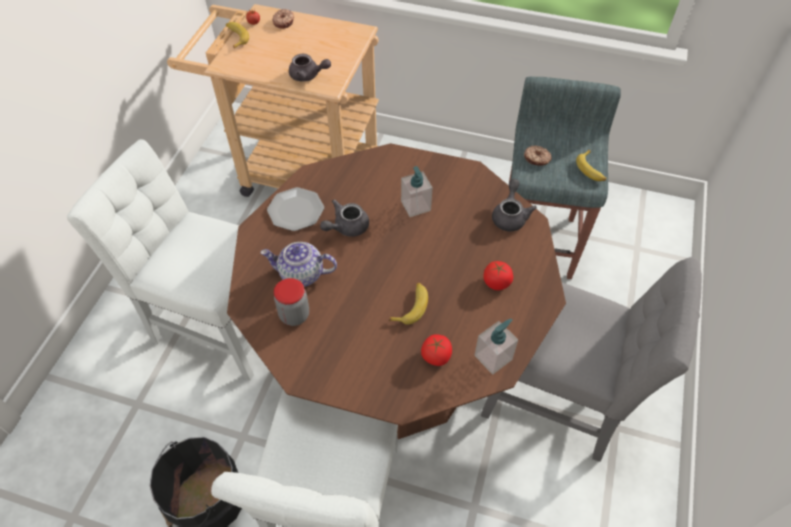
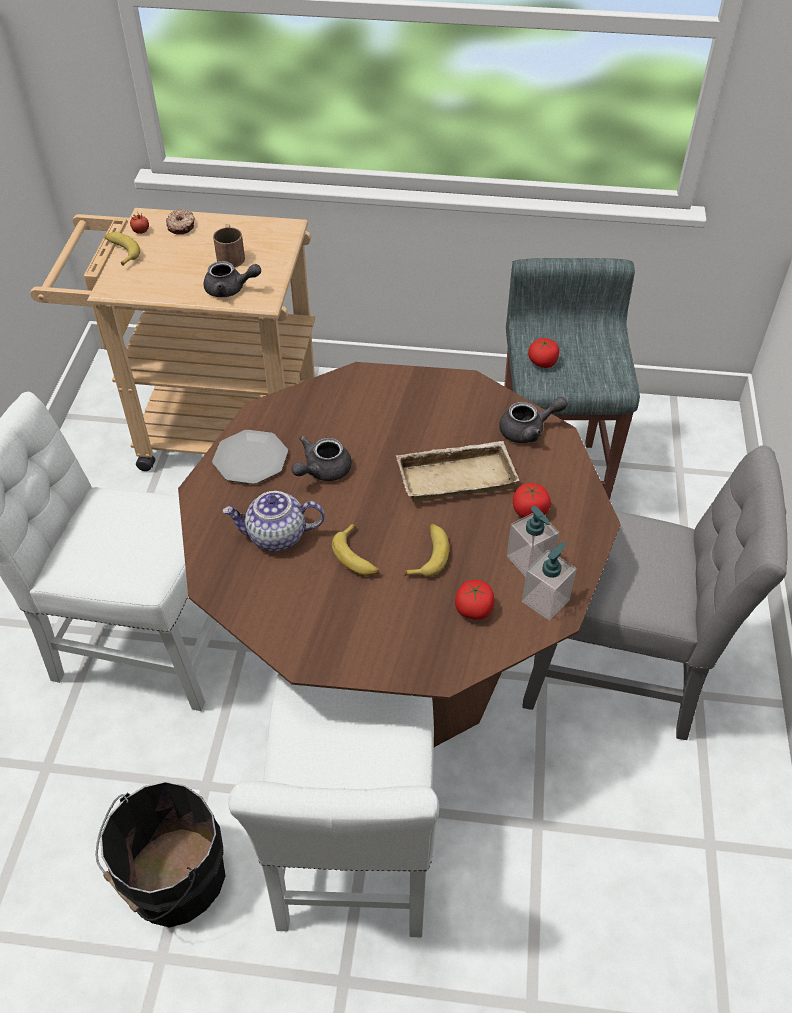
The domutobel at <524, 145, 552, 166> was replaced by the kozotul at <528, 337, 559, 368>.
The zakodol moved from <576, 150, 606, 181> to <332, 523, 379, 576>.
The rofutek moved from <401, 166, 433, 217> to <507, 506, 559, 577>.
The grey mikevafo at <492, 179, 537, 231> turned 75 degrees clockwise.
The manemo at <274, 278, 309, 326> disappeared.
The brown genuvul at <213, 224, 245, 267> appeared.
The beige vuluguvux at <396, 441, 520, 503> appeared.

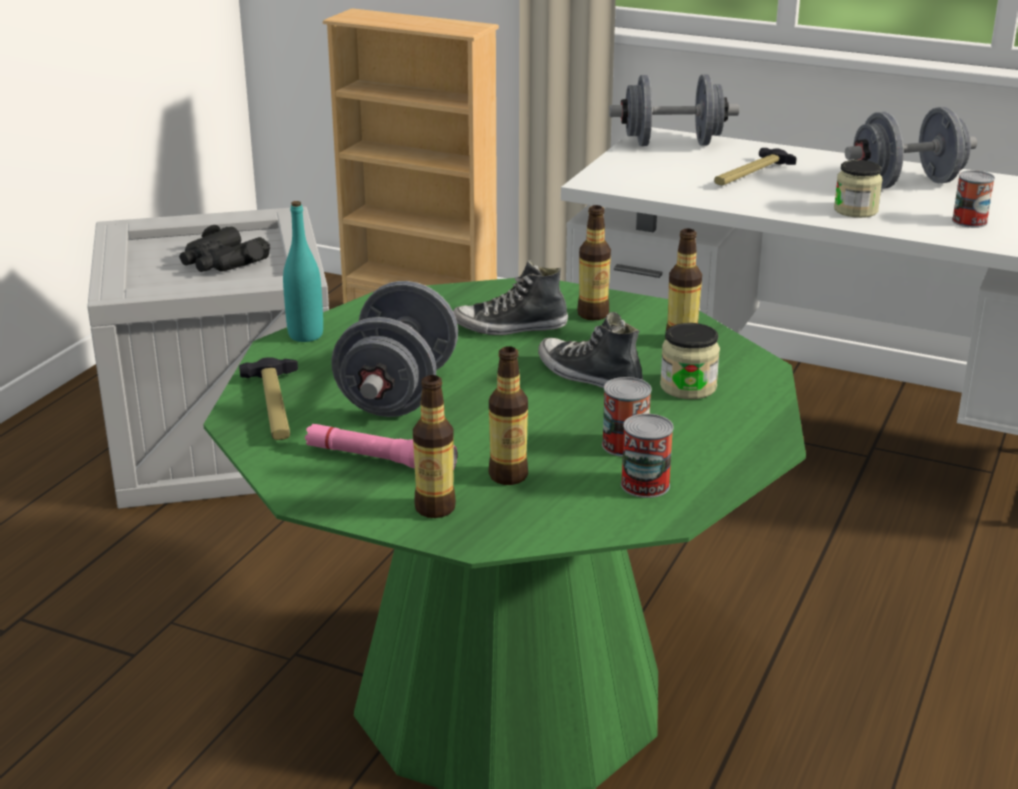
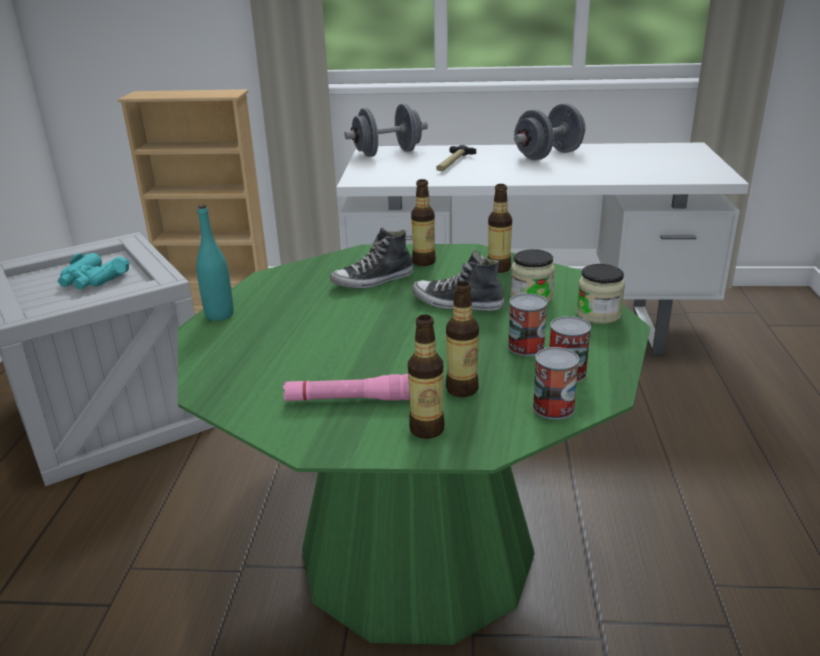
The manemo moved from <834, 160, 882, 218> to <576, 264, 625, 324>.
The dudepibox moved from <952, 170, 995, 228> to <533, 347, 579, 420>.
The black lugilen at <179, 225, 270, 272> became the turquoise lugilen at <58, 253, 129, 290>.
The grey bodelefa at <331, 281, 458, 417> disappeared.
The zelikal at <239, 357, 298, 440> disappeared.

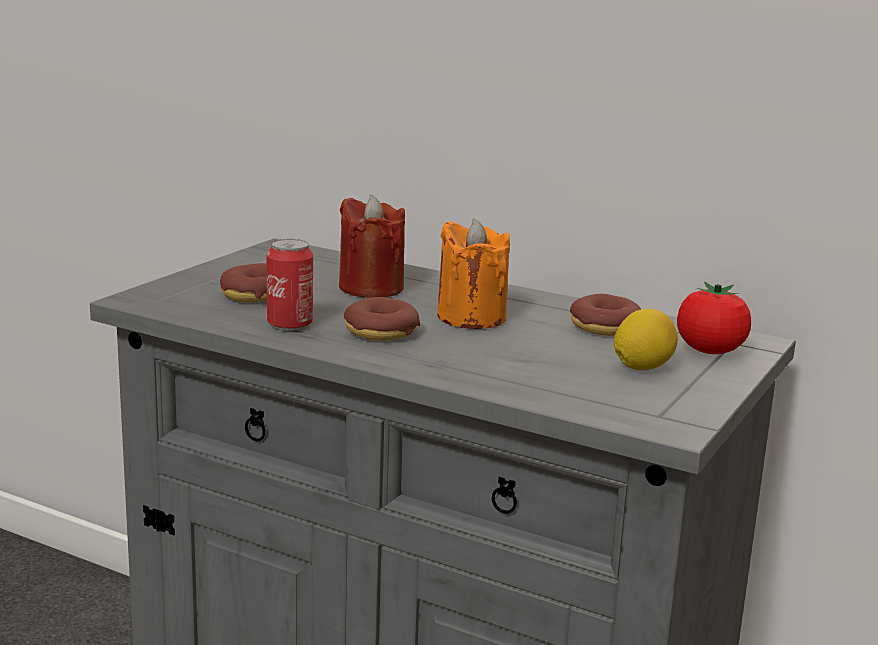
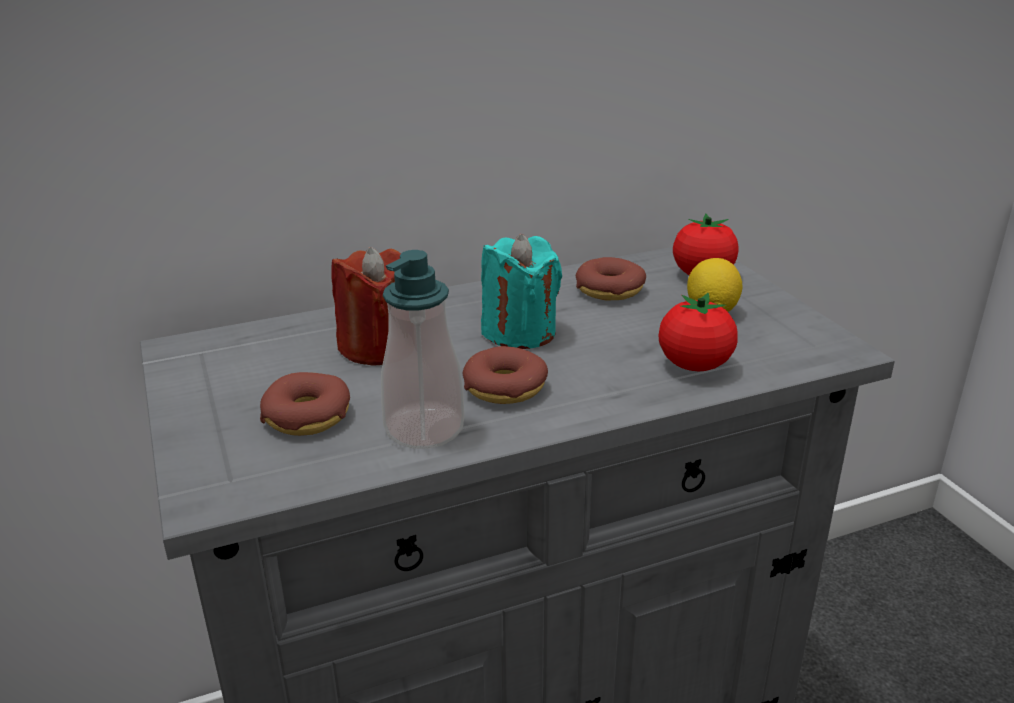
The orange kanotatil at <437, 219, 510, 329> became the turquoise kanotatil at <481, 234, 562, 349>.
The dudepibox at <267, 239, 313, 331> was replaced by the rofutek at <381, 250, 464, 449>.
The kozotul at <659, 293, 738, 371> appeared.

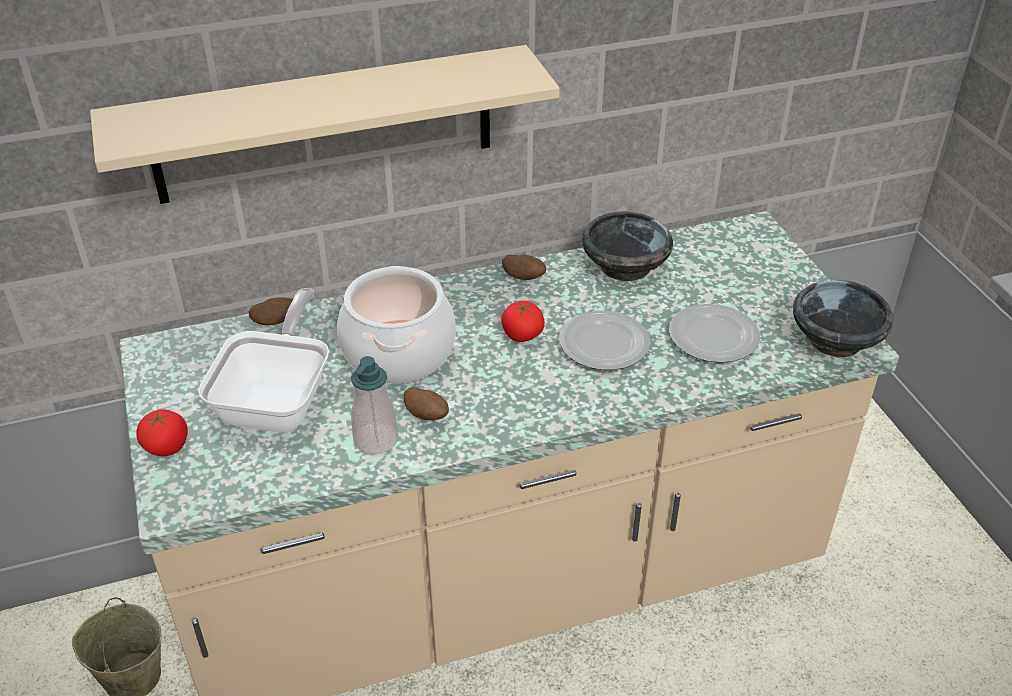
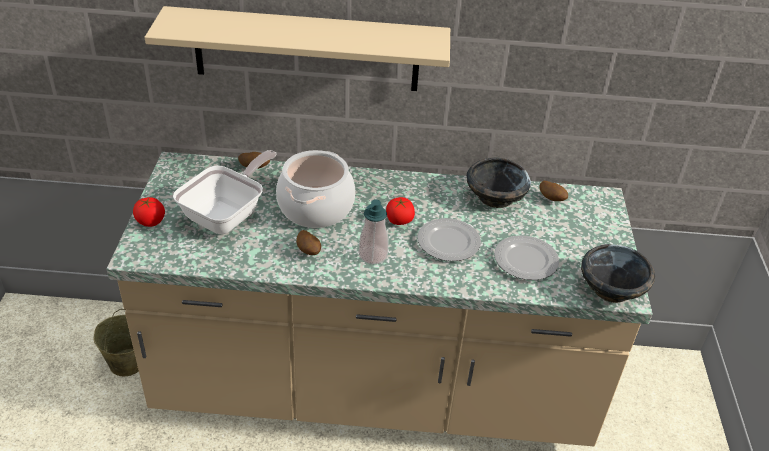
The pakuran moved from <502, 255, 546, 280> to <539, 181, 568, 201>.
The rofutek moved from <351, 356, 398, 454> to <359, 200, 389, 265>.

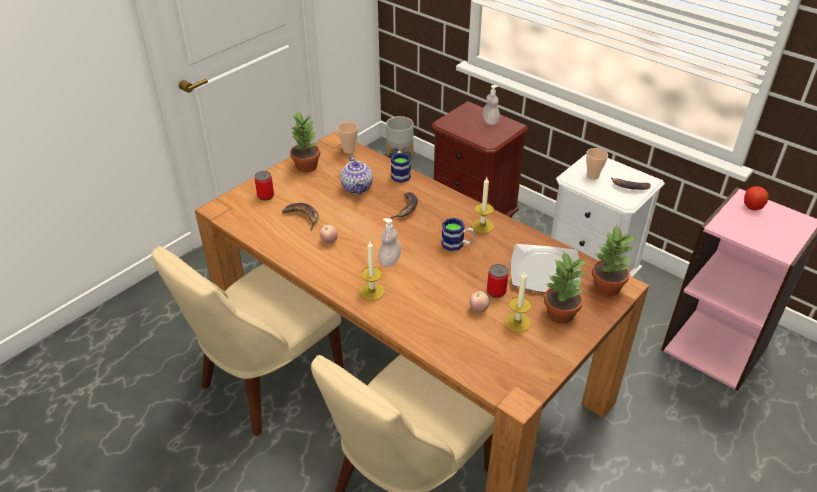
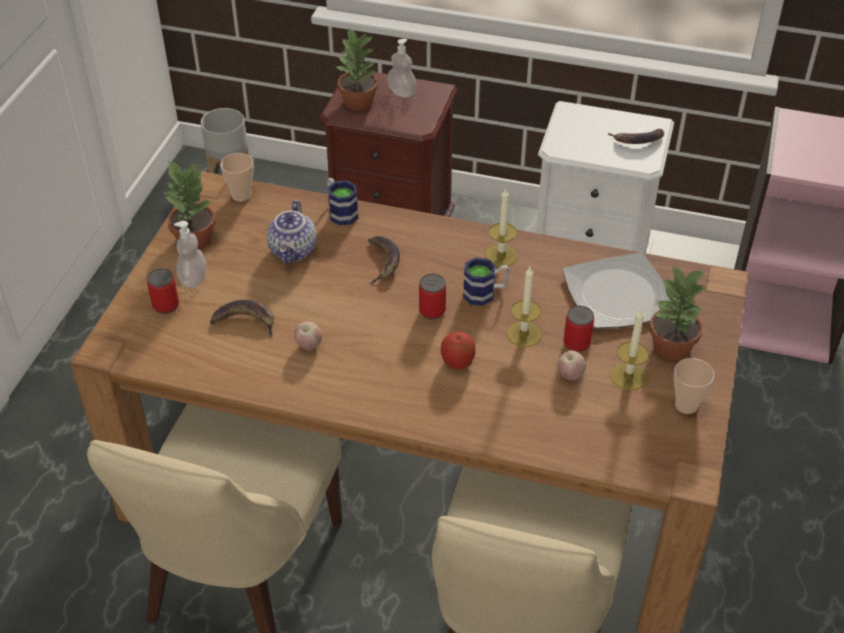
The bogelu moved from <586, 148, 608, 180> to <674, 358, 715, 414>.
The mikevafo at <340, 155, 373, 194> turned 45 degrees clockwise.
The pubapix moved from <744, 186, 769, 210> to <441, 332, 476, 369>.
The rofutek moved from <378, 218, 401, 267> to <174, 221, 206, 287>.
The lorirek moved from <592, 224, 635, 296> to <337, 28, 378, 111>.
The kanotatil moved from <360, 241, 385, 301> to <507, 267, 542, 347>.
The dudepibox at <419, 274, 446, 320> appeared.

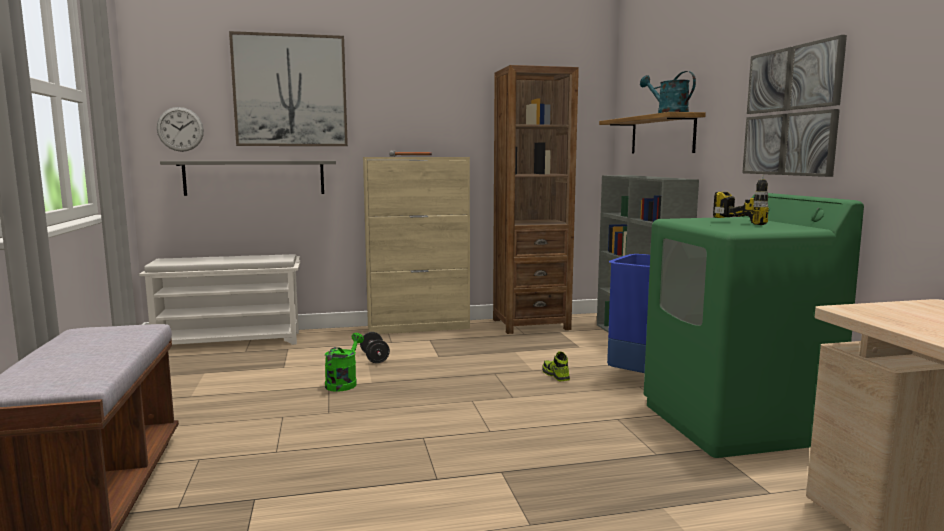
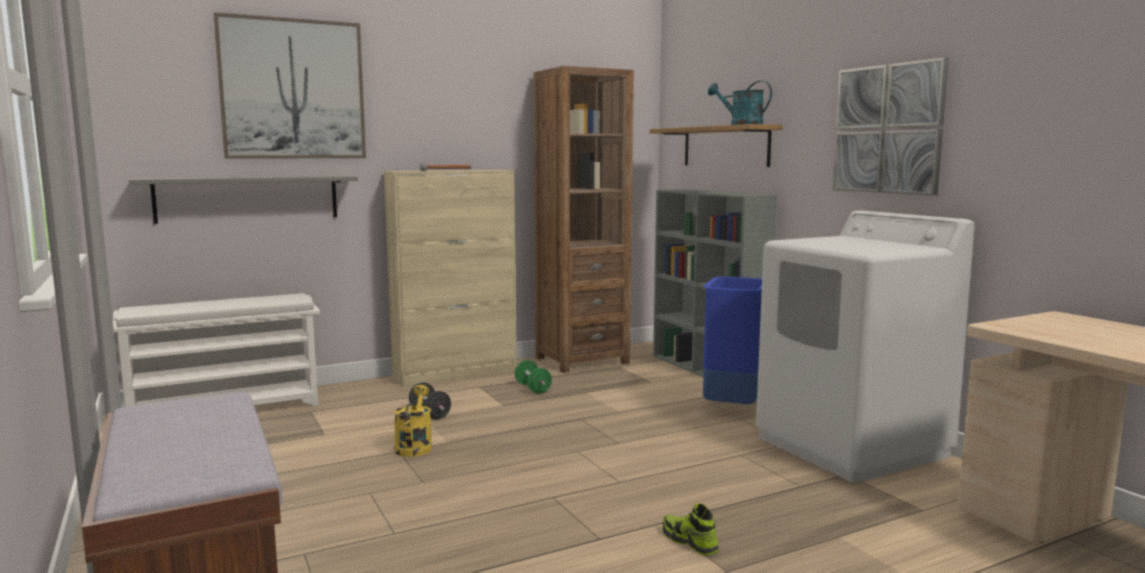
The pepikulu at <157, 107, 204, 152> disappeared.
The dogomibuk at <713, 175, 770, 225> disappeared.
The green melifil at <644, 193, 864, 458> became the white melifil at <756, 211, 974, 483>.
The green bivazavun at <325, 333, 364, 392> became the yellow bivazavun at <394, 385, 432, 457>.
The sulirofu moved from <542, 351, 570, 381> to <663, 503, 719, 555>.
The green bodelefa at <515, 360, 552, 394> appeared.

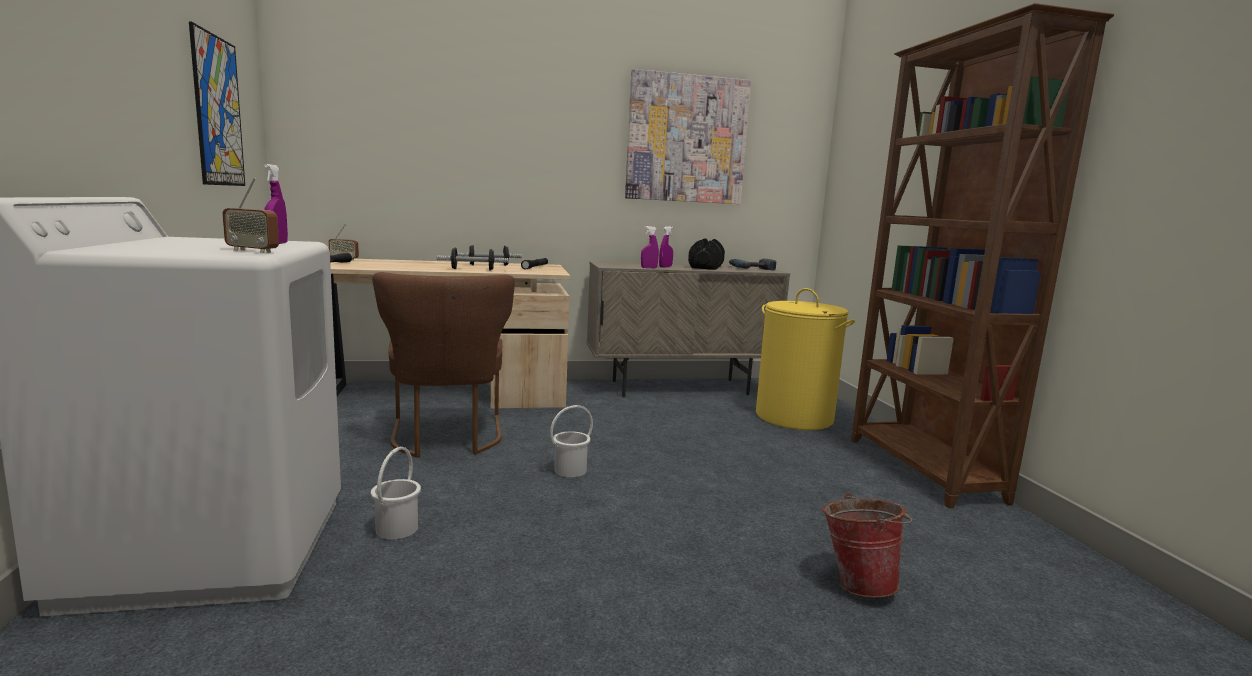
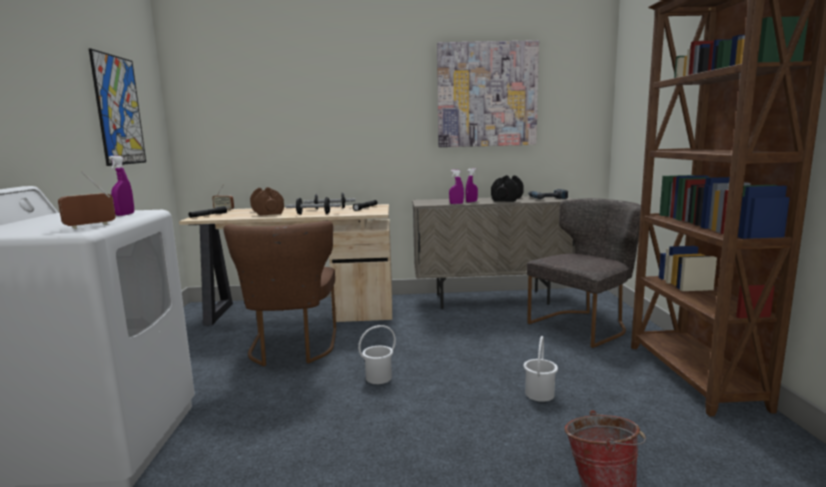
The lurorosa at <222, 178, 279, 253> turned 105 degrees clockwise.
The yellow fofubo at <756, 288, 855, 430> was replaced by the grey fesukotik at <527, 198, 641, 348>.
The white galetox moved from <371, 447, 421, 540> to <523, 336, 558, 402>.
The brown bodelefa at <250, 187, 284, 216> appeared.

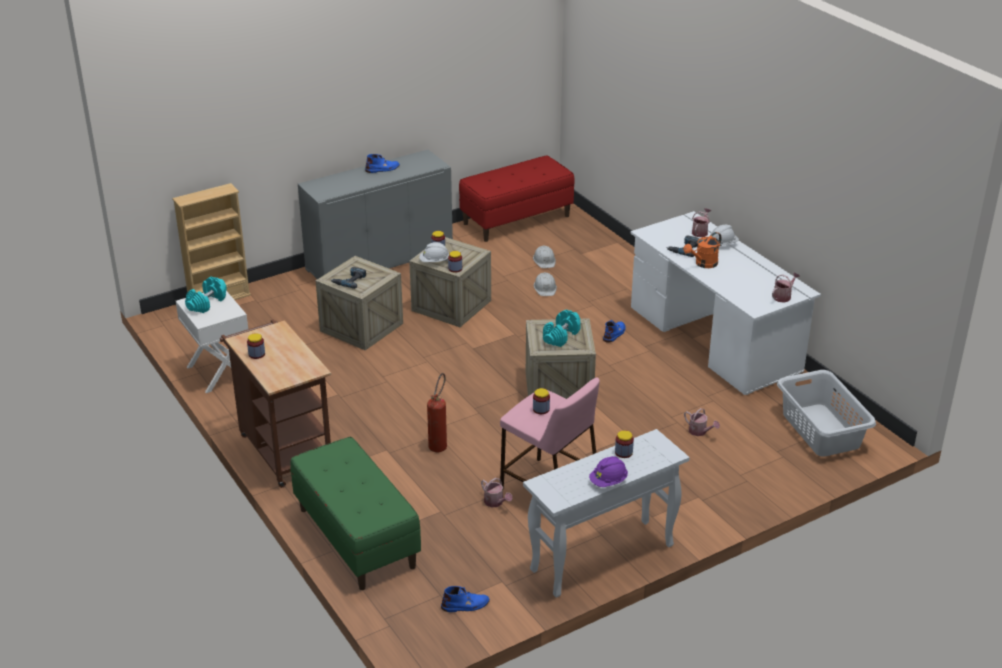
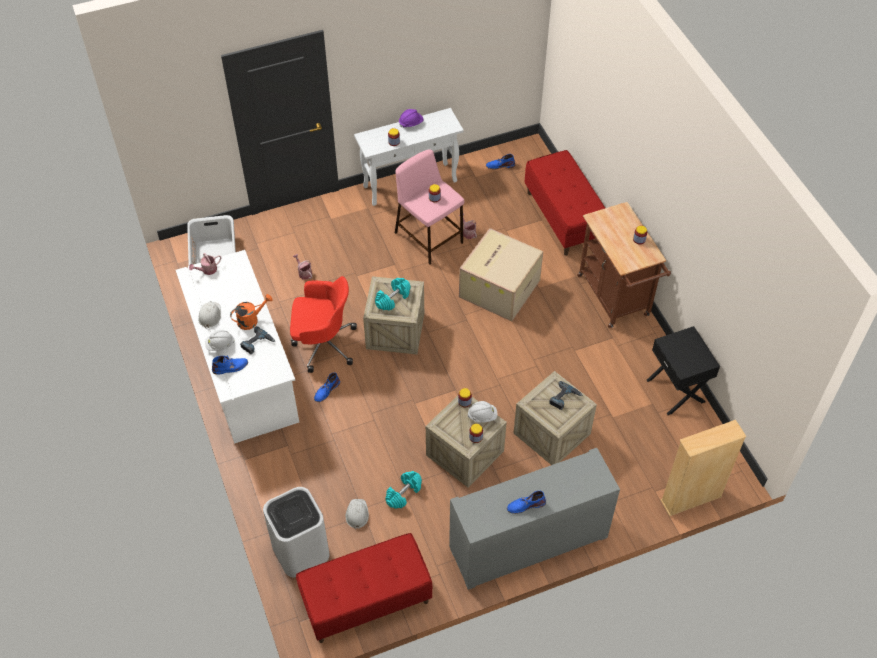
The bivazavun at <692, 208, 711, 237> was replaced by the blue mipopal at <212, 355, 248, 375>.
The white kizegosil moved from <534, 272, 557, 296> to <198, 301, 221, 328>.
The turquoise bodelefa moved from <185, 277, 227, 313> to <385, 471, 422, 509>.
The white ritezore at <176, 291, 248, 393> became the black ritezore at <647, 326, 720, 415>.
The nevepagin at <427, 373, 447, 452> was replaced by the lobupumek at <459, 228, 543, 321>.
The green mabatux at <291, 437, 421, 590> became the red mabatux at <525, 150, 605, 256>.
The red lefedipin at <290, 276, 357, 373> appeared.
The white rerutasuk at <263, 487, 330, 578> appeared.

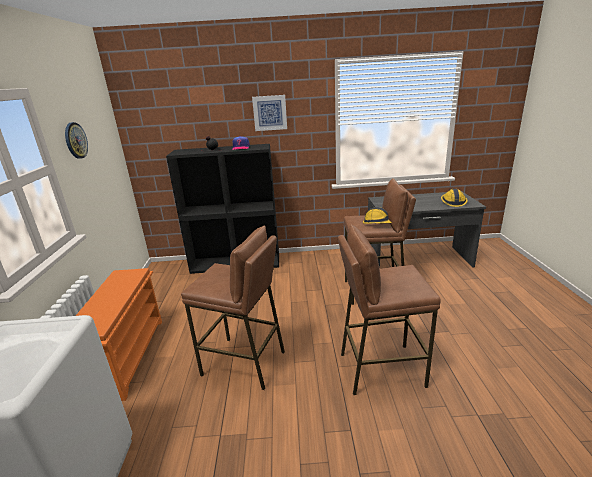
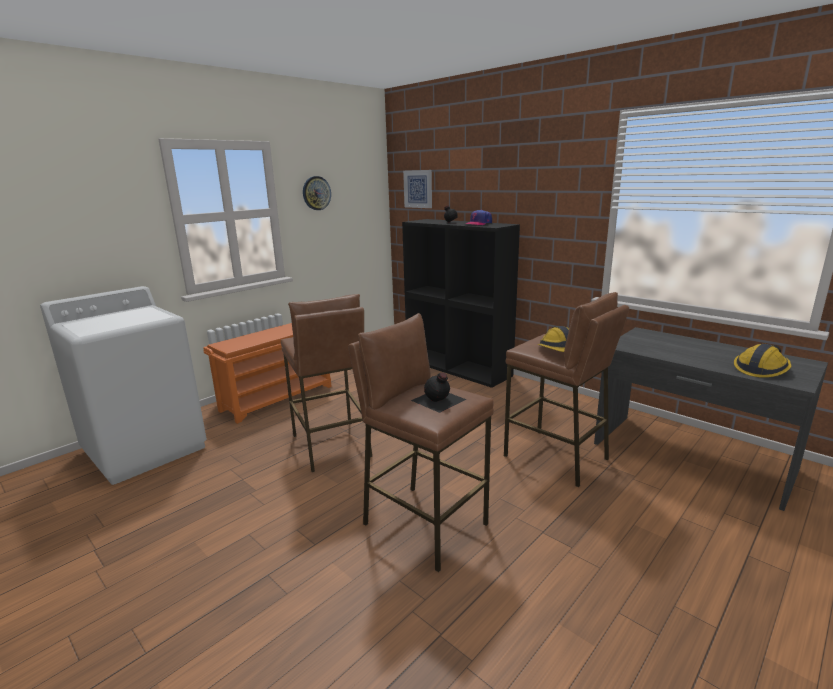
The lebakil moved from <252, 95, 287, 131> to <403, 170, 432, 208>.
The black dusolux at <411, 372, 467, 413> appeared.

